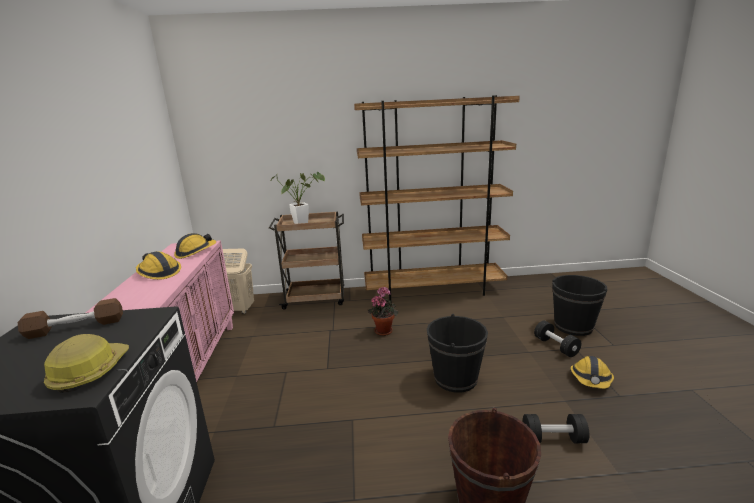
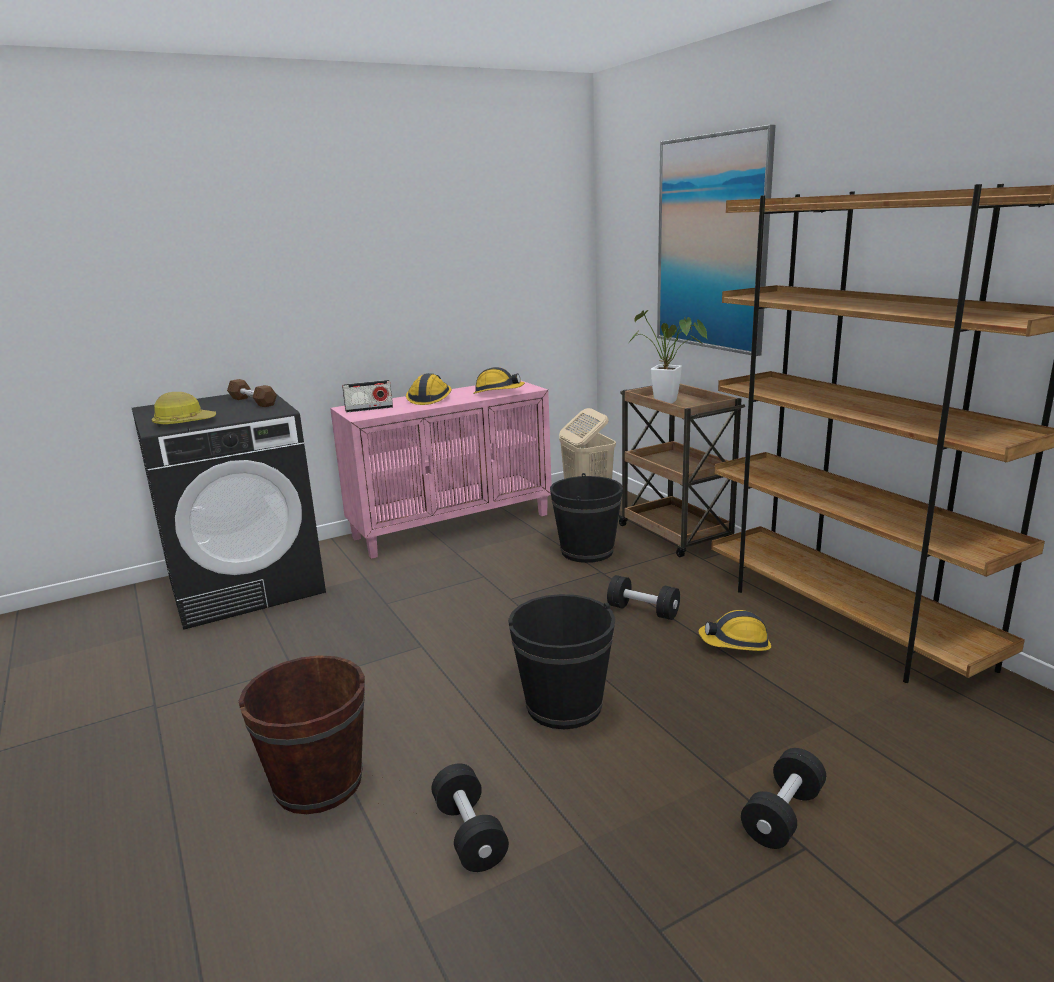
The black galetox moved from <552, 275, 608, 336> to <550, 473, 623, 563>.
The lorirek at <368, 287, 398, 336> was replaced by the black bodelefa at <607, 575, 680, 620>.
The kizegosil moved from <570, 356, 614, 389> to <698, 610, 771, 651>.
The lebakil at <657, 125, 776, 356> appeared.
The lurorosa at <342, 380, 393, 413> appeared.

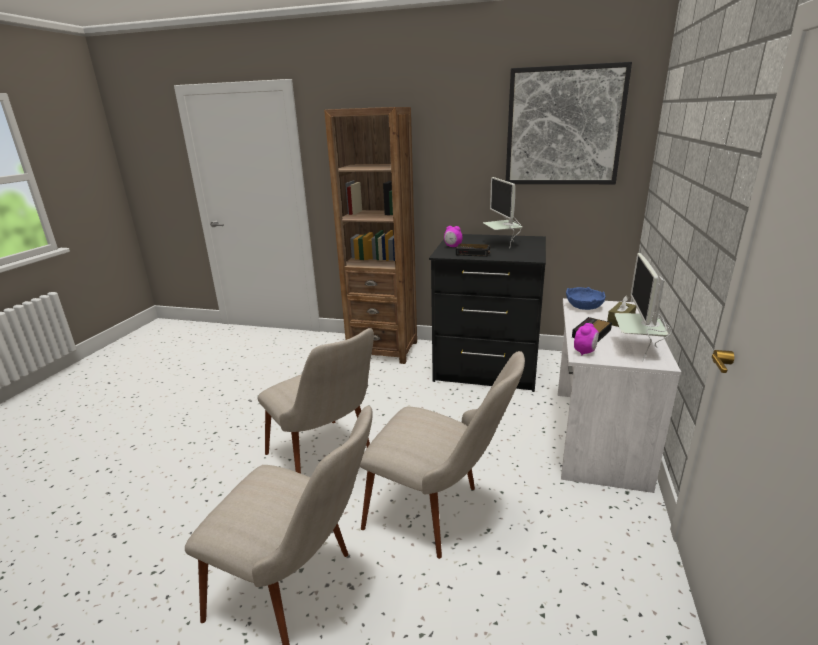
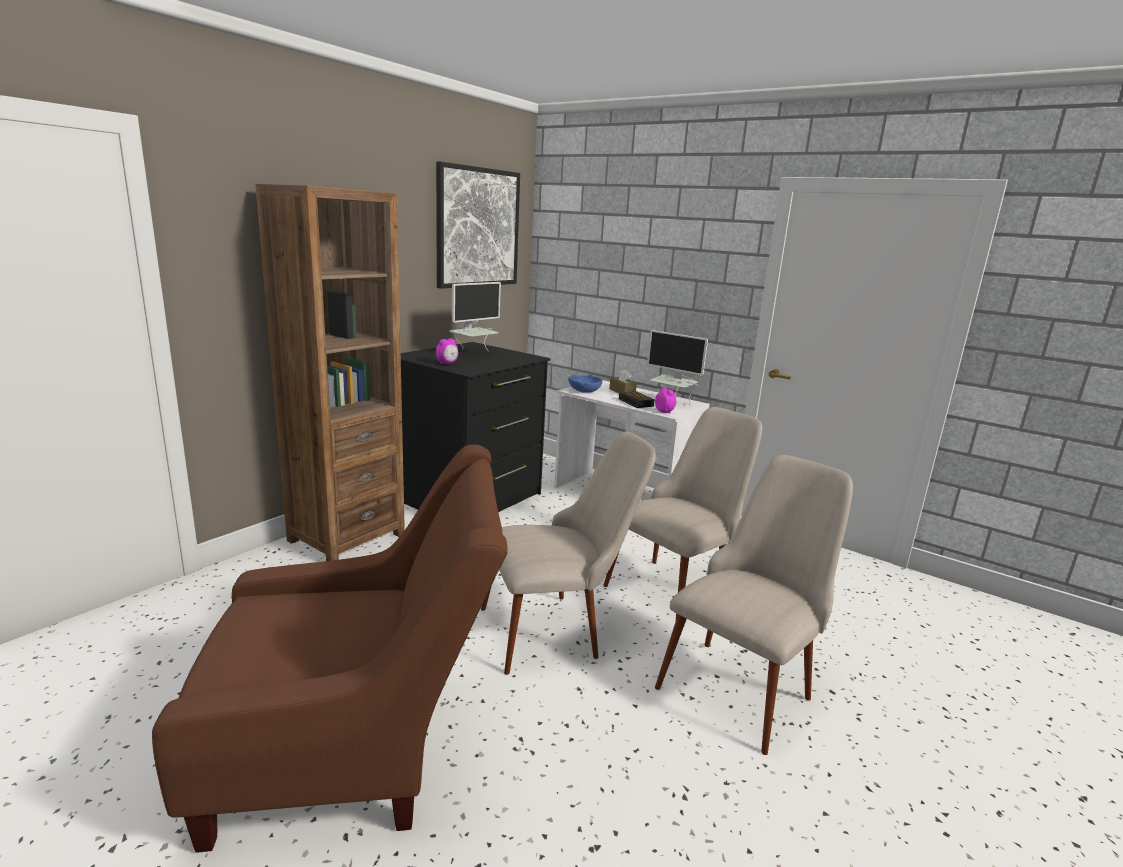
The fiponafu at <483, 177, 523, 249> turned 60 degrees counterclockwise.
The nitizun at <456, 244, 490, 257> disappeared.
The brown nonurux at <152, 445, 508, 853> appeared.

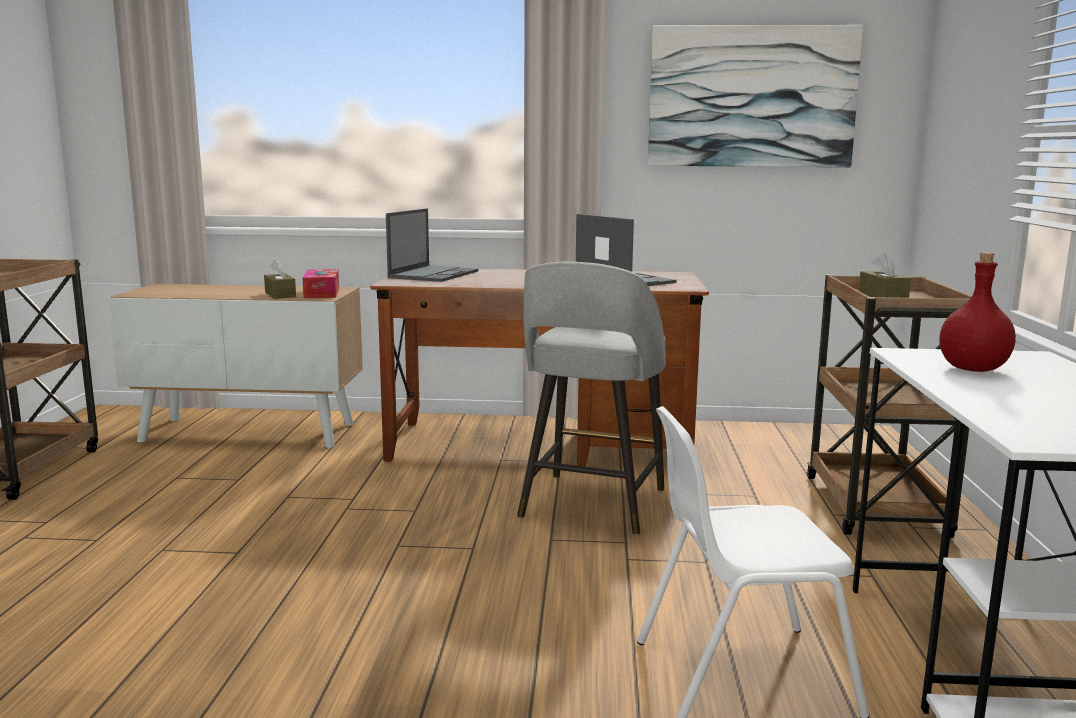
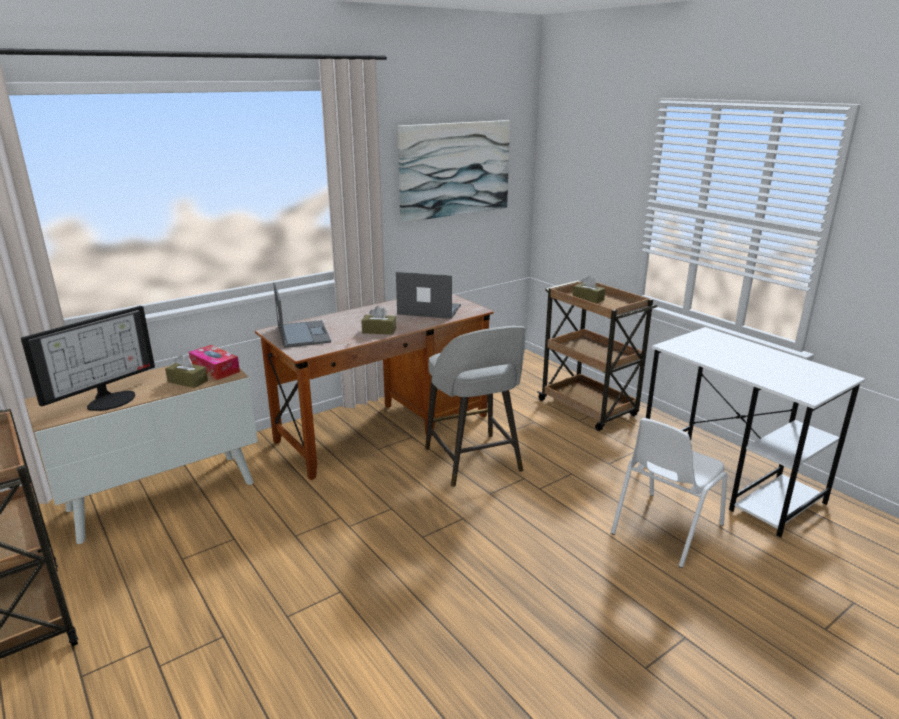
The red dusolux at <939, 252, 1016, 372> disappeared.
The fiponafu at <21, 306, 155, 411> appeared.
The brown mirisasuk at <361, 306, 396, 334> appeared.

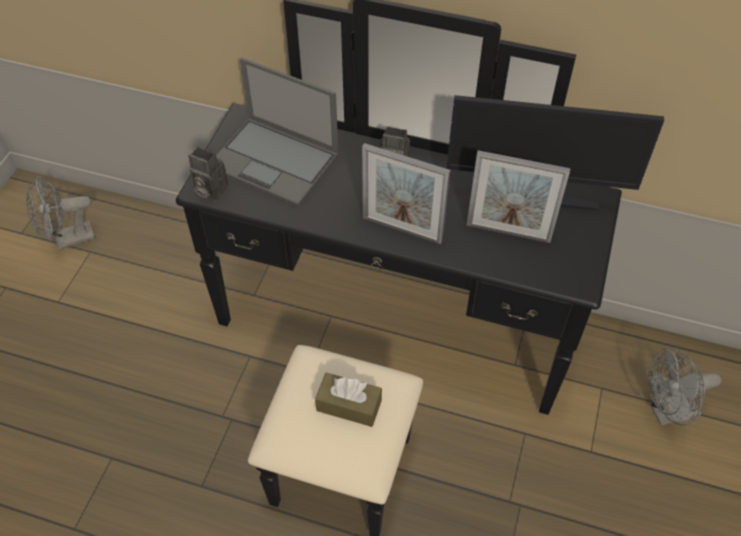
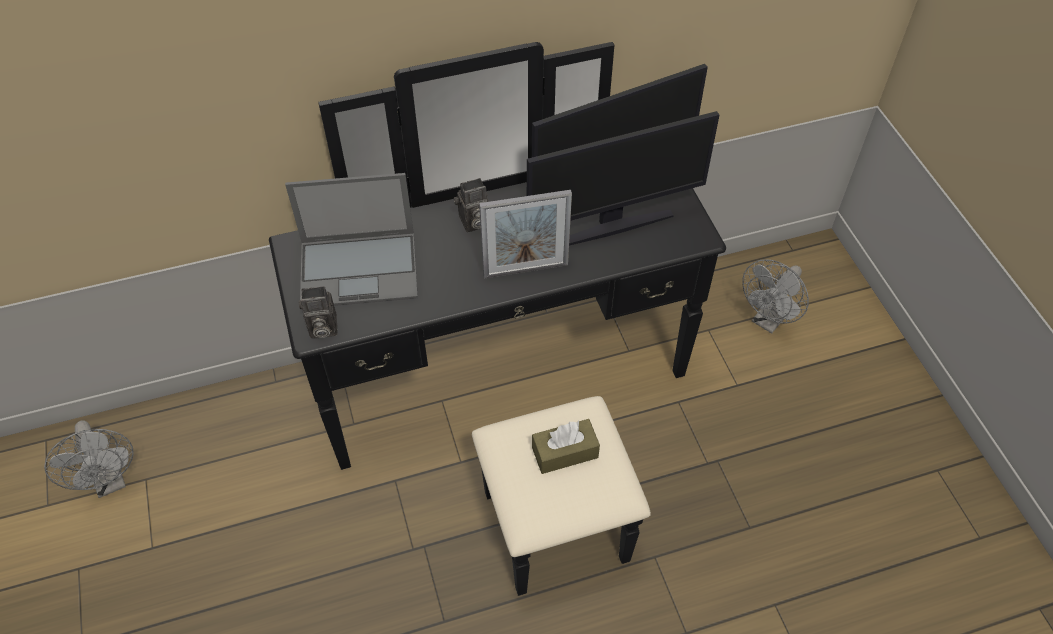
The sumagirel at <466, 150, 571, 243> was replaced by the fiponafu at <527, 111, 719, 246>.
The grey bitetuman at <26, 176, 95, 250> turned 60 degrees counterclockwise.

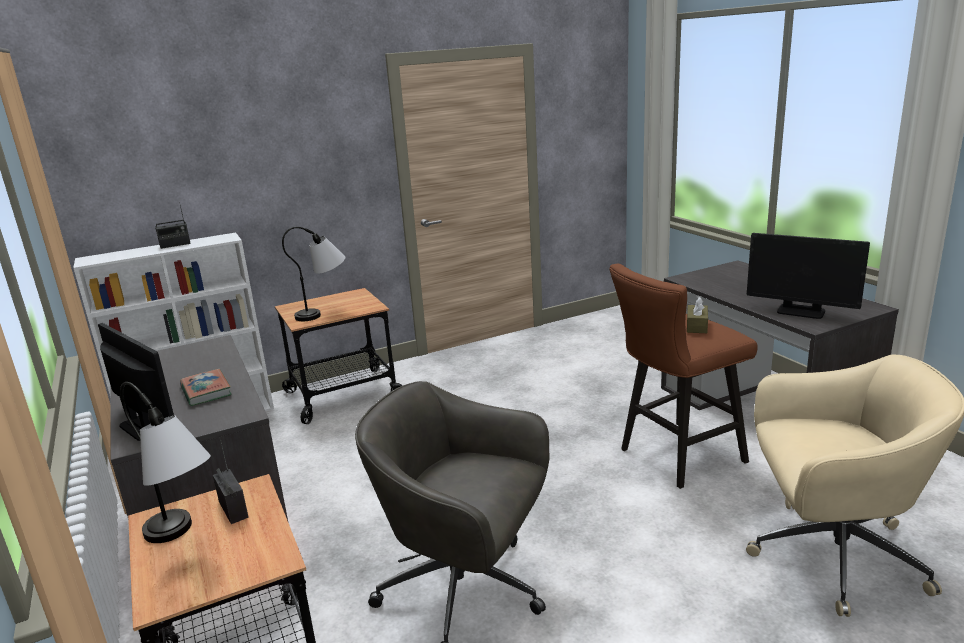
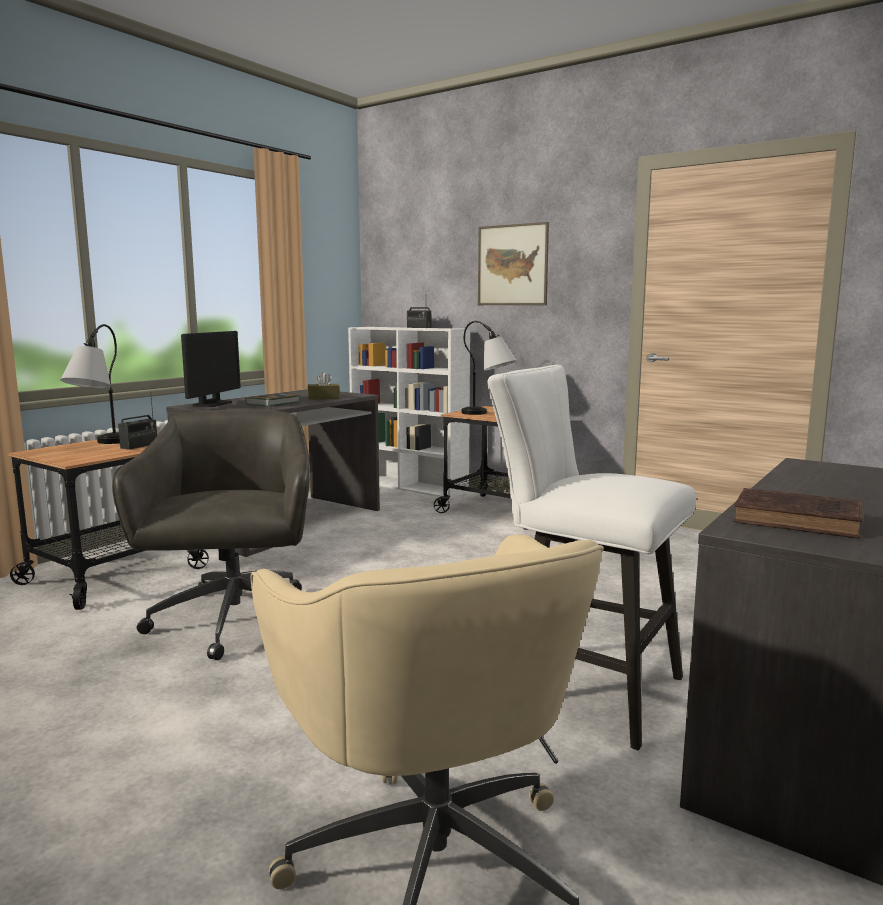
The fiponafu at <747, 233, 870, 319> was replaced by the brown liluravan at <733, 488, 862, 539>.
The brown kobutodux at <609, 264, 758, 489> became the white kobutodux at <487, 365, 696, 751>.
The brown mirisasuk moved from <687, 297, 708, 333> to <307, 372, 340, 400>.
The lebakil at <478, 222, 549, 305> appeared.

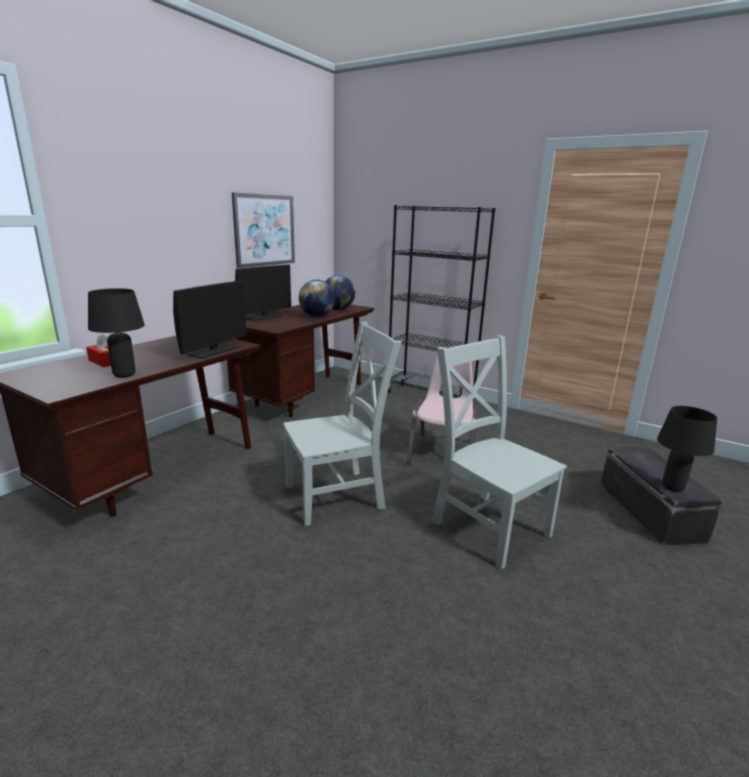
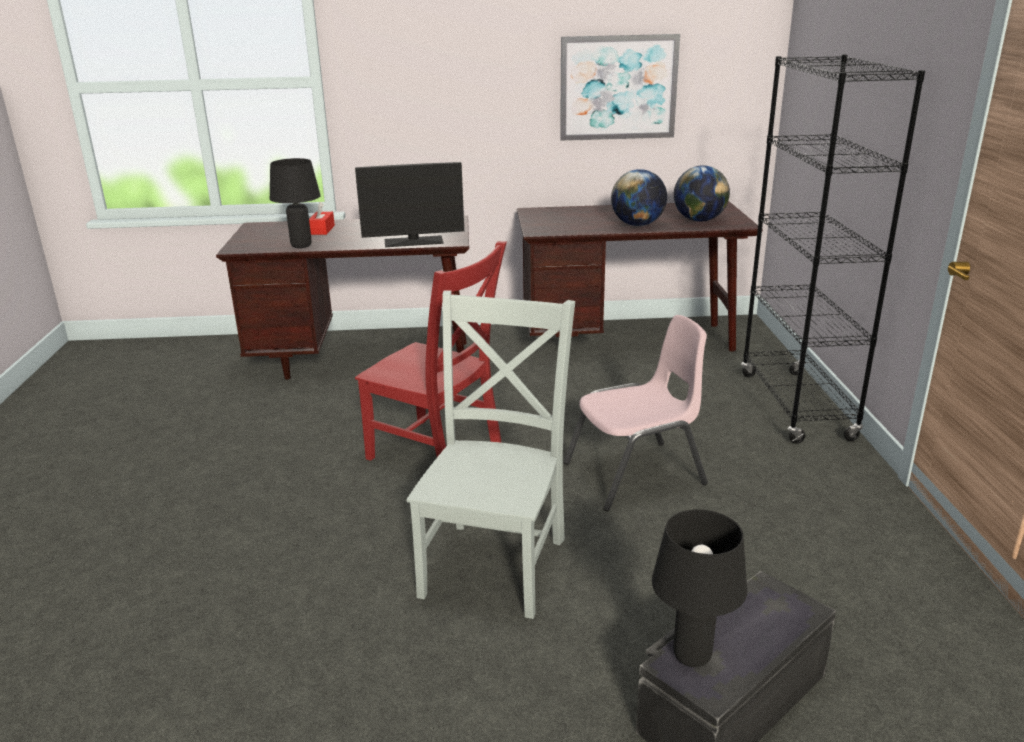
The fiponafu at <235, 265, 291, 321> disappeared.
The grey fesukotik at <283, 322, 402, 526> became the red fesukotik at <355, 241, 507, 461>.

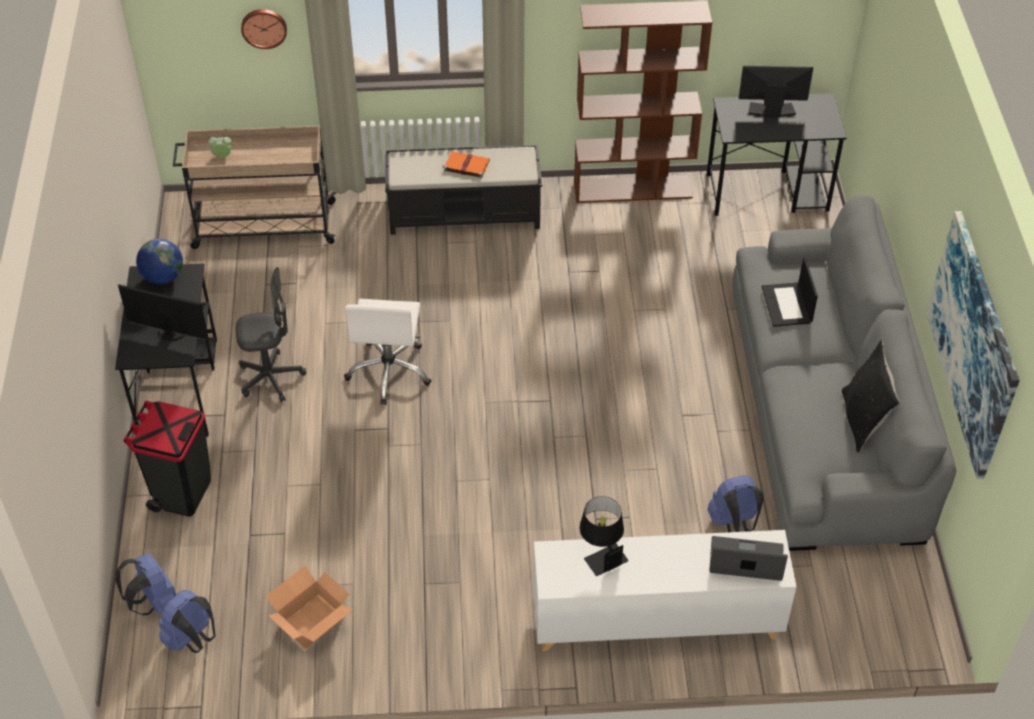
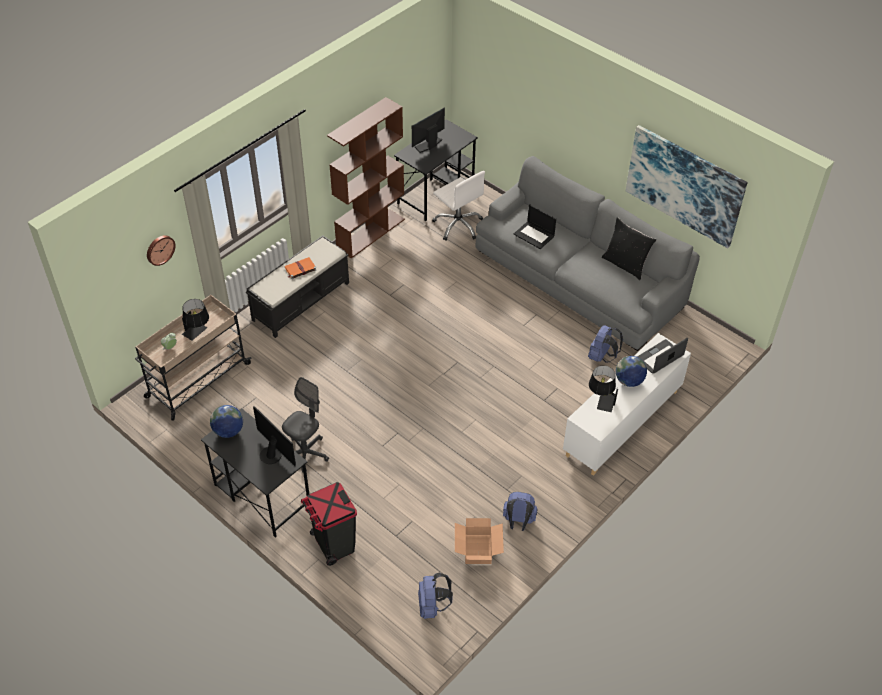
The fiponafu at <118, 284, 209, 340> turned 105 degrees counterclockwise.
The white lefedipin moved from <344, 298, 431, 405> to <432, 171, 485, 241>.
The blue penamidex moved from <115, 553, 176, 615> to <503, 492, 537, 531>.
The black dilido at <182, 299, 209, 341> appeared.
The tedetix at <616, 356, 647, 387> appeared.

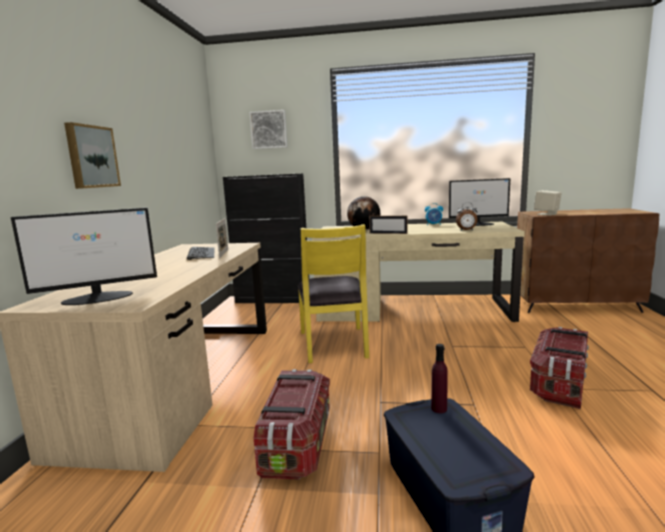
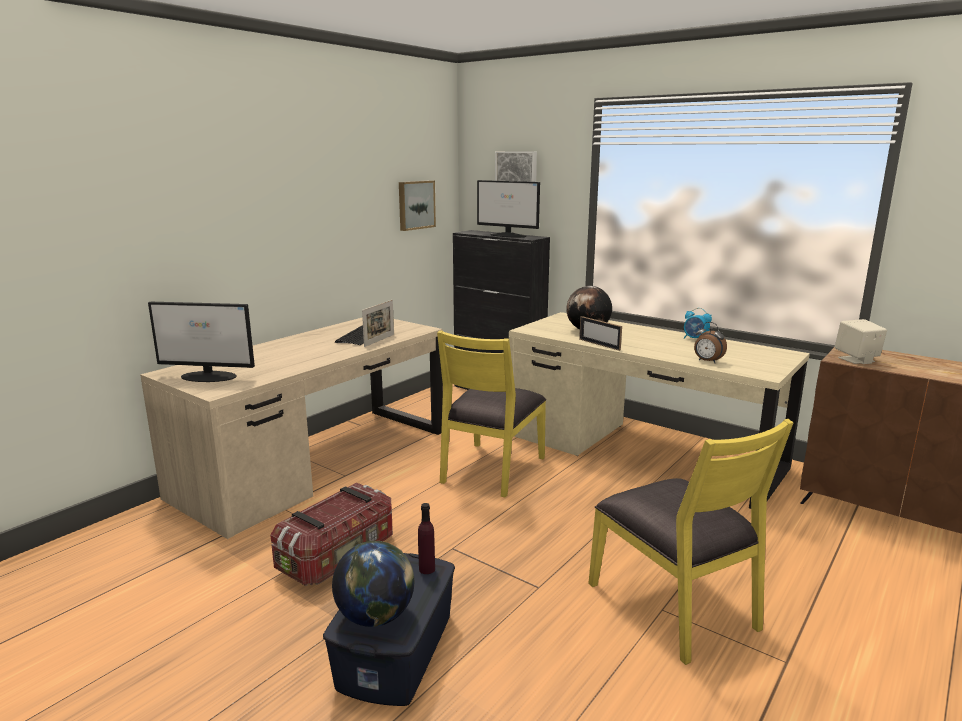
The lebakil moved from <64, 122, 121, 189> to <399, 180, 436, 231>.
The fiponafu moved from <449, 178, 510, 226> to <477, 180, 540, 237>.
The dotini at <530, 327, 589, 409> was replaced by the yellow fesukotik at <588, 419, 793, 665>.
The tedetix at <332, 541, 414, 627> appeared.

